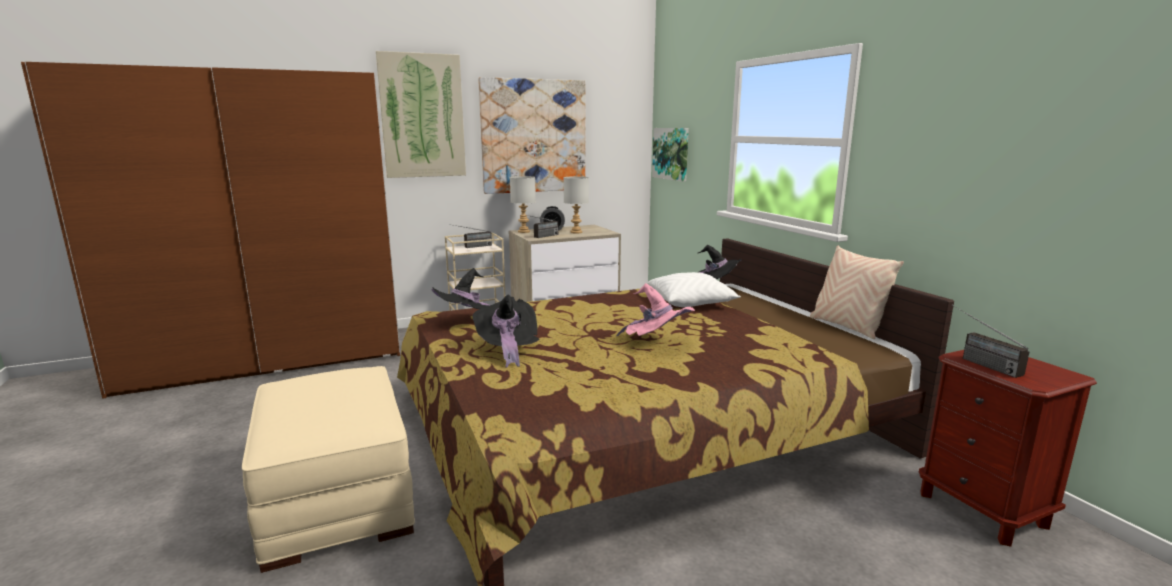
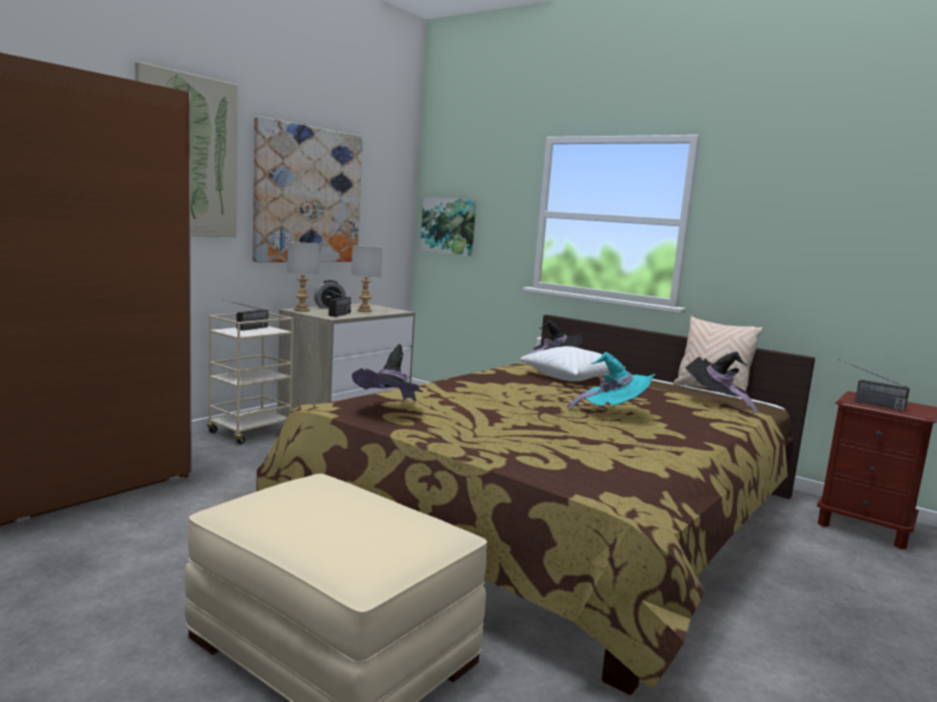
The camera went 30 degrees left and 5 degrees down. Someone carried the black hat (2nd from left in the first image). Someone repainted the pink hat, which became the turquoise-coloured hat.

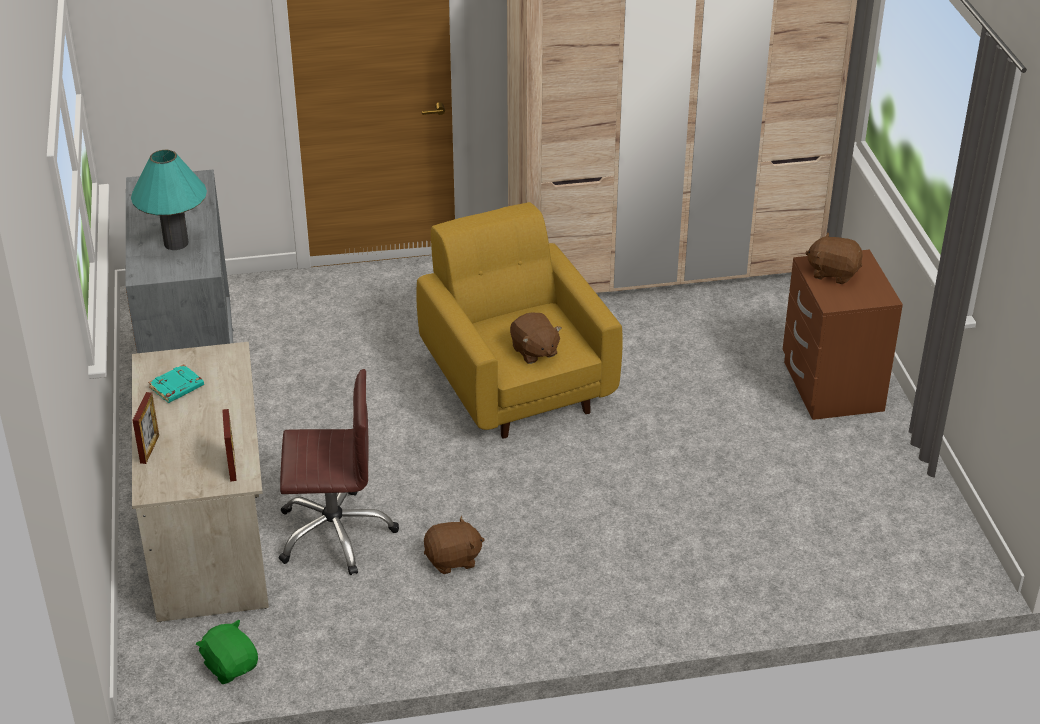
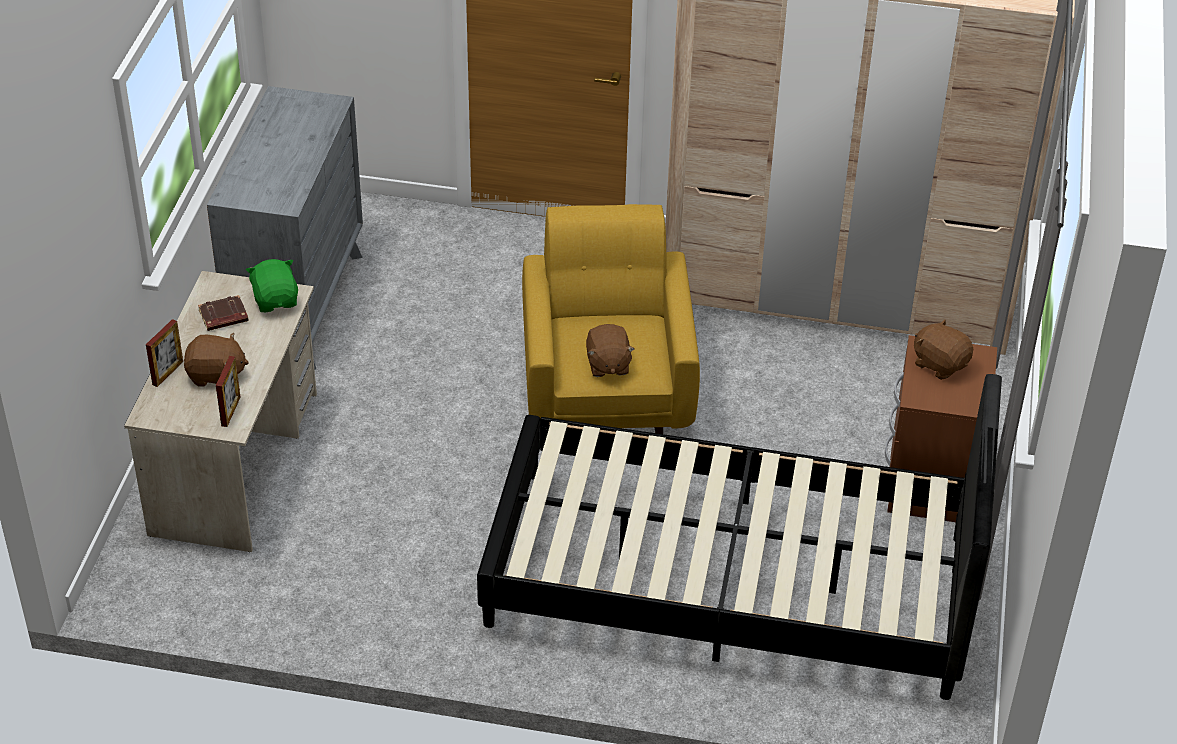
The camera went 20 degrees right and 5 degrees up. Someone took away the turquoise-coloured lamp for a table. Someone repainted the turquoise-coloured bound book, which became the brown-coloured bound book. Someone carried the green cuddly toy. Someone took away the brown-coloured desk chair. Someone carried the brown-coloured cuddly toy (1st from left). Someone put down the black sleeping bed.

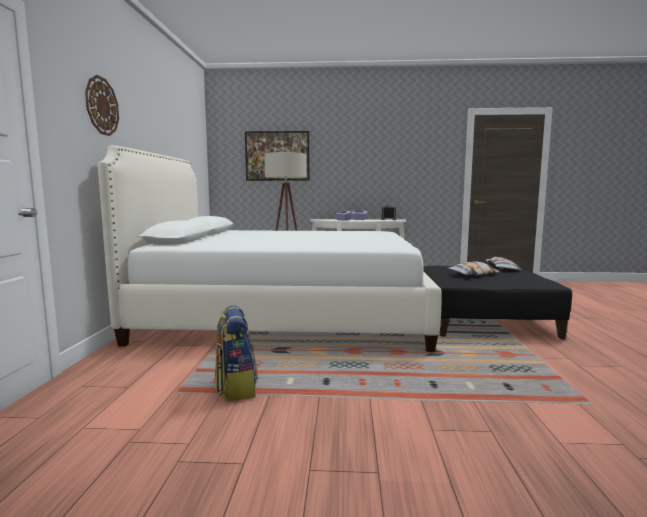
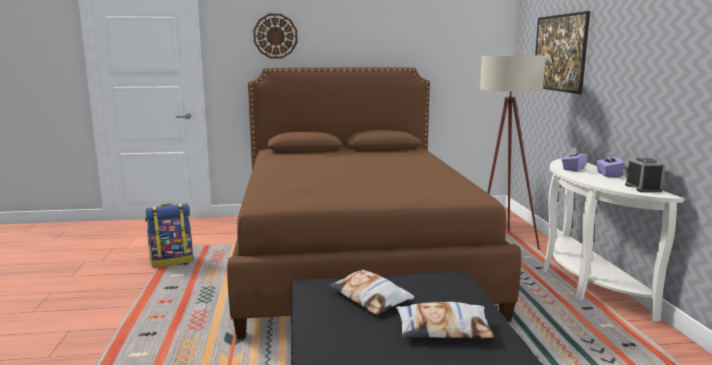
The camera went 80 degrees right and 5 degrees up. Someone repainted the white-coloured sleeping bed, which became the brown-coloured sleeping bed.

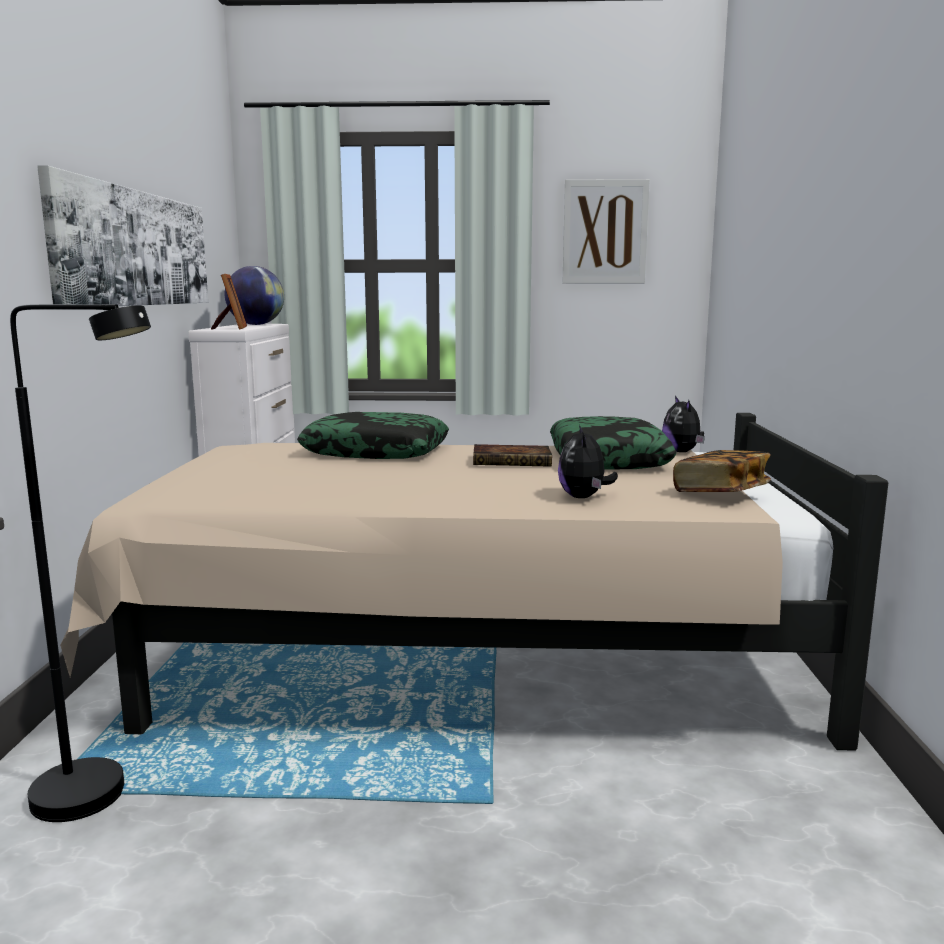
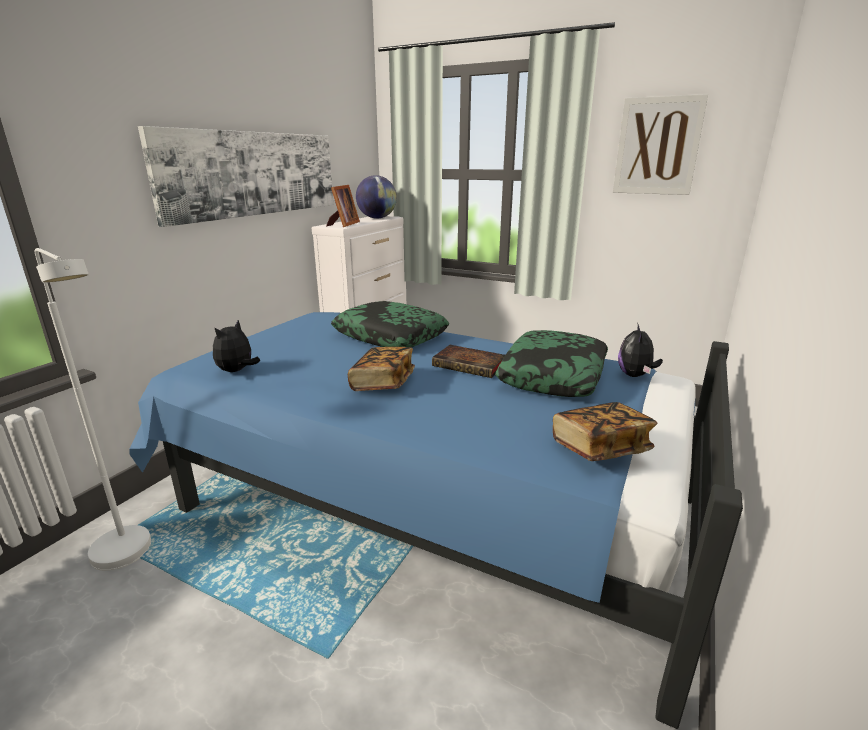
The camera went 25 degrees right and 10 degrees up. Someone repainted the black standing lamp, which became the white-coloured standing lamp. Someone repainted the sand-coloured sleeping bed, which became the bluish sleeping bed. Someone carried the cuddly toy (1st from left). Someone put down the bound book (1st from left).

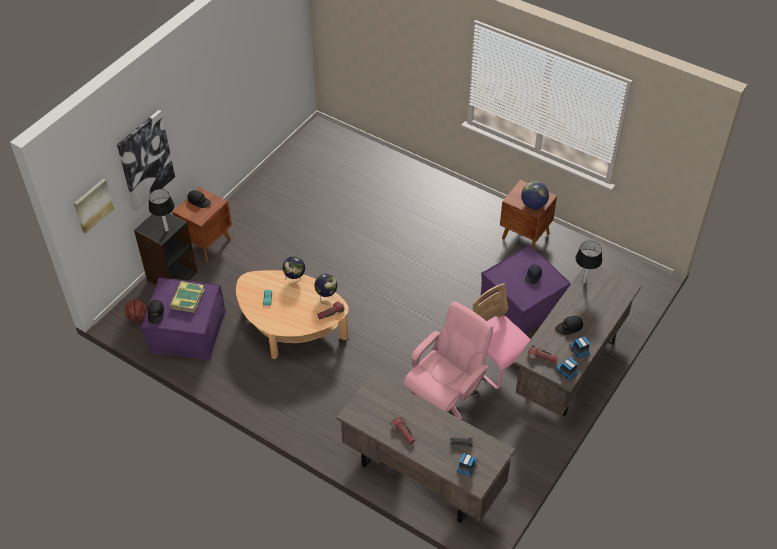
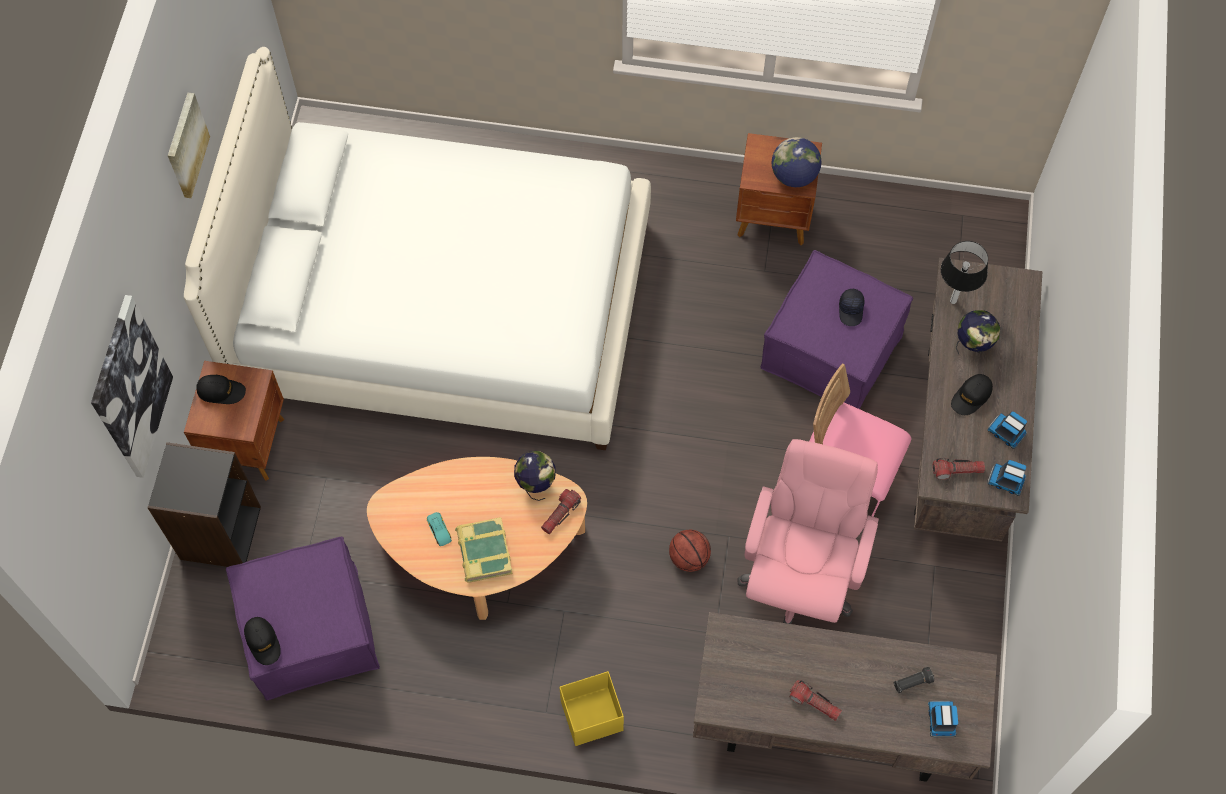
The camera went 25 degrees left and 15 degrees up. Someone carried the wall art (1st from left in the first image). Someone carried the ball for basketball. Someone took away the lamp for a table (1st from left). Someone carried the bound book. Someone carried the desk globe (1st from left in the first image). Someone put down the white-coloured sleeping bed. Someone put down the yellow storage box.

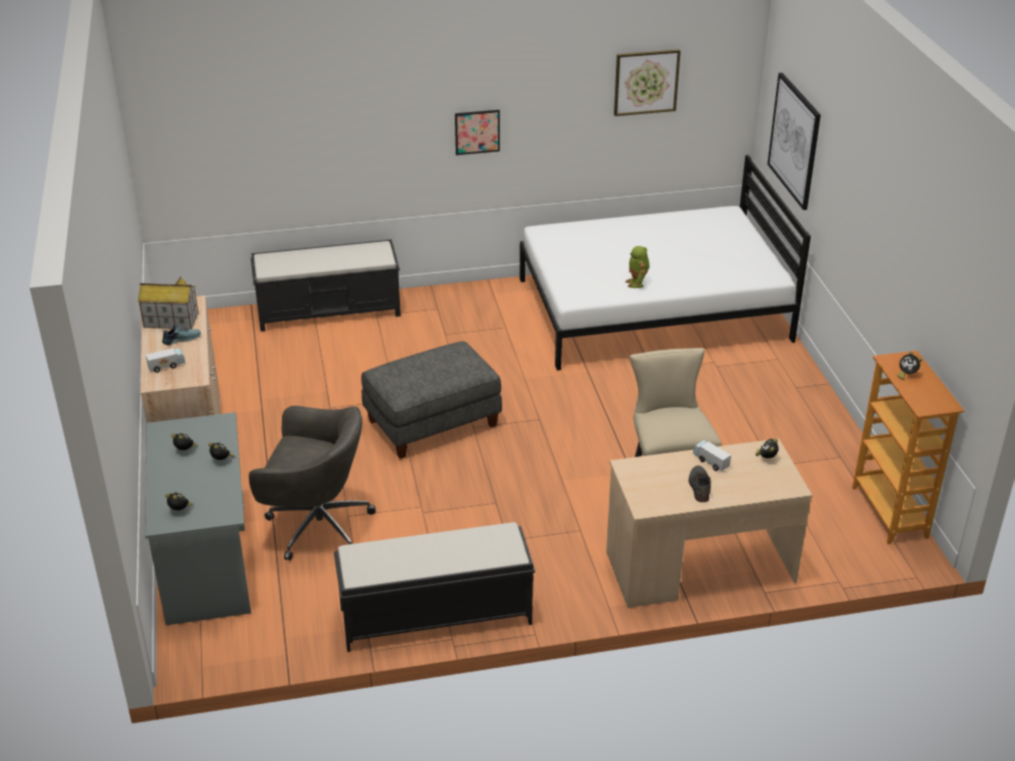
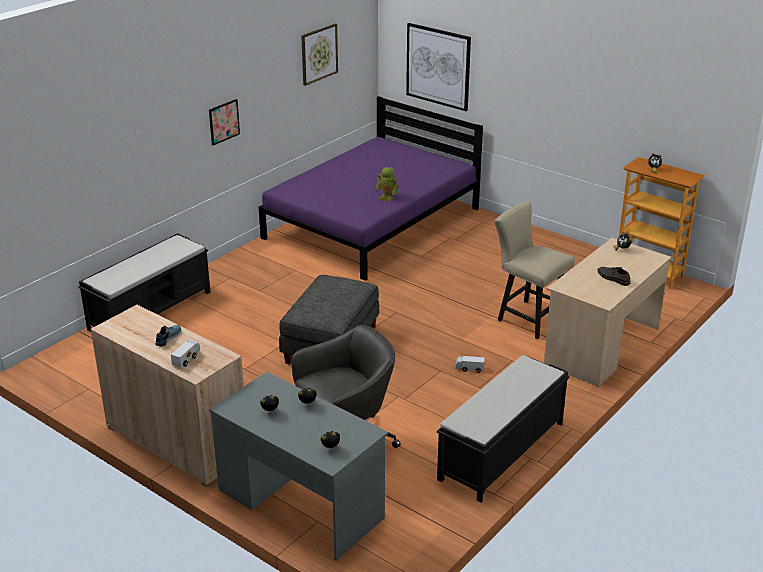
The camera went 40 degrees left and 5 degrees down. Someone took away the toy house. Someone repainted the white-coloured sleeping bed, which became the purplish sleeping bed. Someone carried the toy lorry (2nd from left).

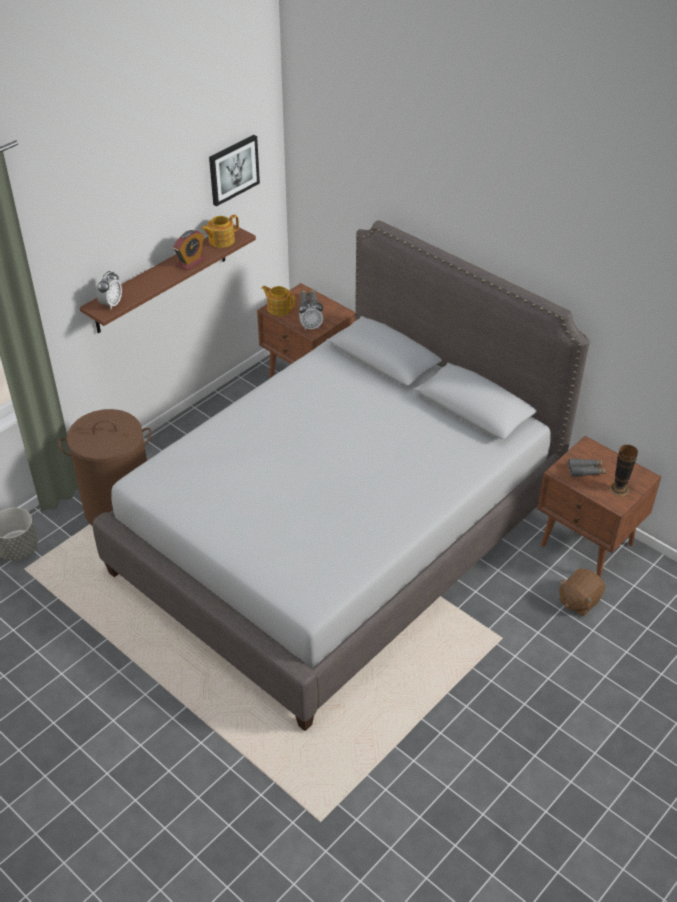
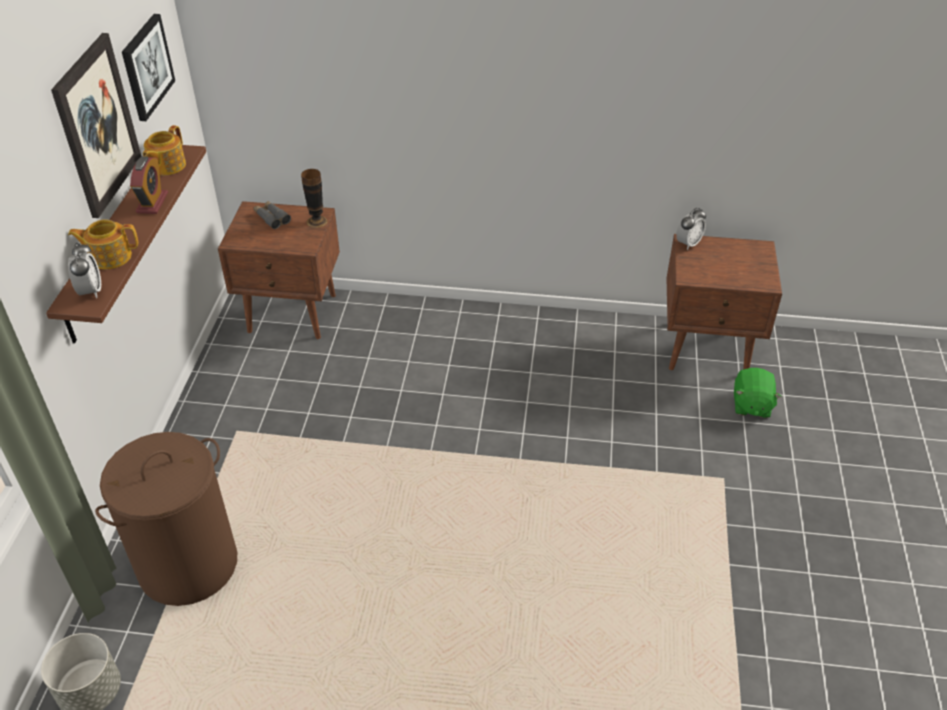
The camera went 35 degrees left and 0 degrees up. Someone took away the gray sleeping bed. Someone carried the tea pot (2nd from left in the first image). Someone carried the bedside clock (3rd from left). Someone repainted the brown-coloured cuddly toy, which became the green cuddly toy. Someone took away the gray field glasses (2nd from left). Someone carried the vase. Someone put up the wall art (1st from left).

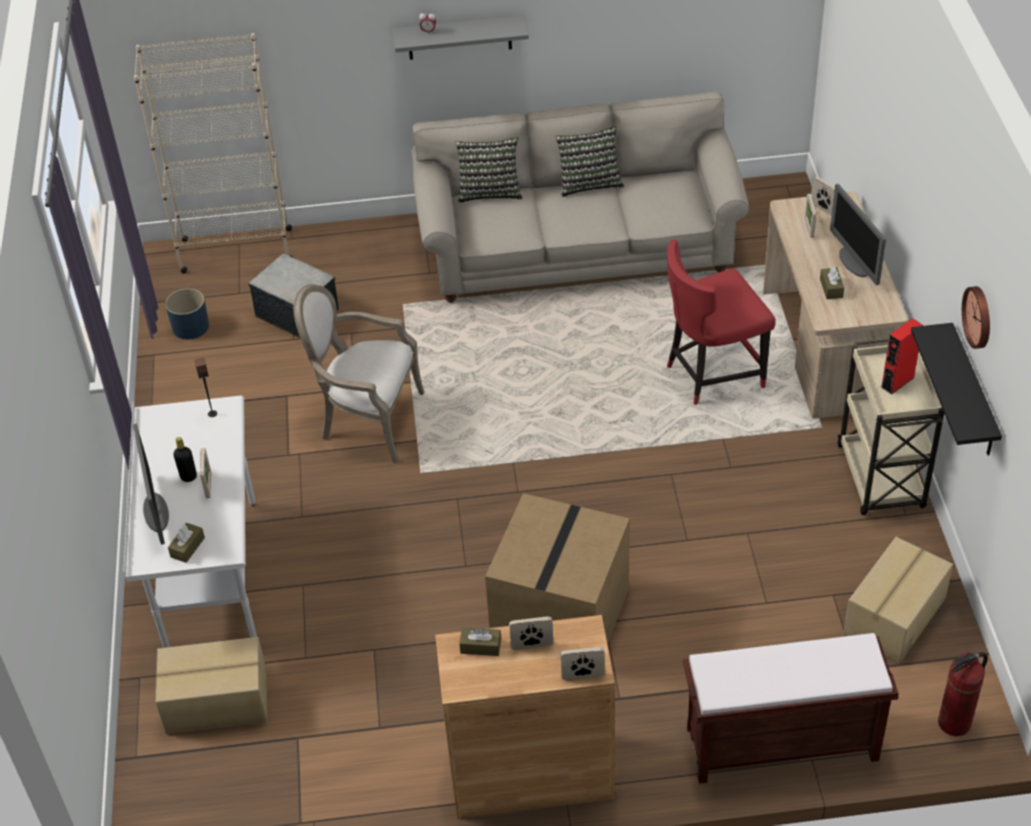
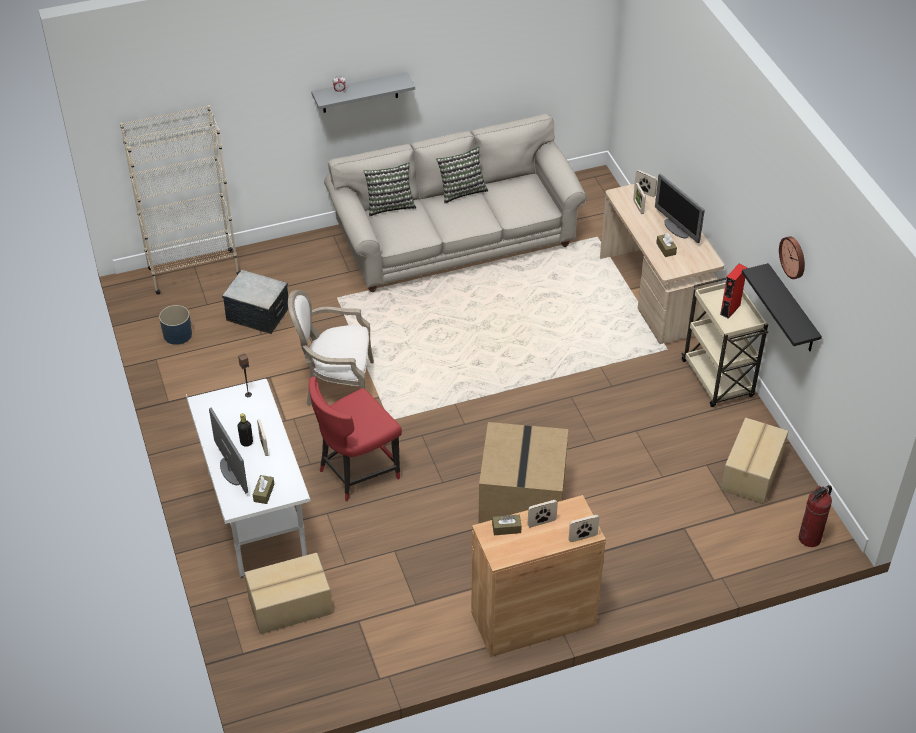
The camera went 15 degrees left and 0 degrees up. Someone carried the reddish plain chair. Someone took away the brown-coloured long seat.

